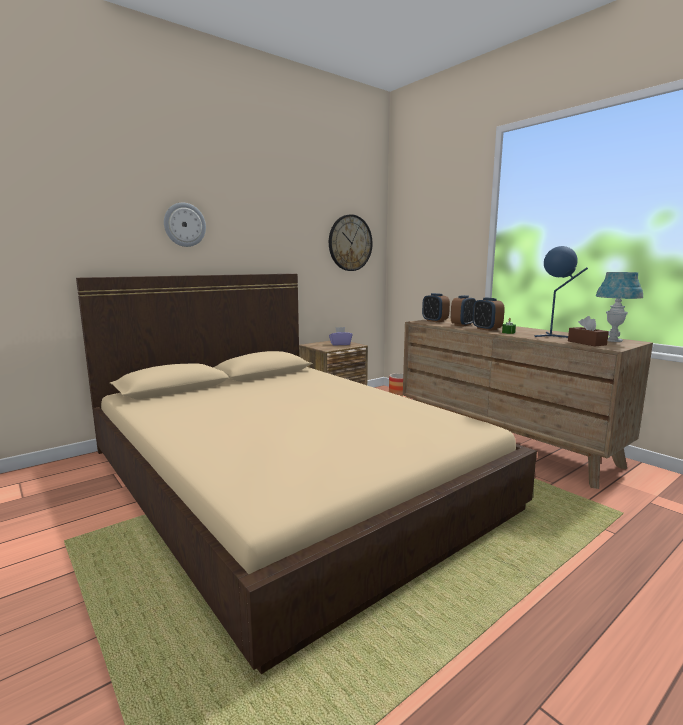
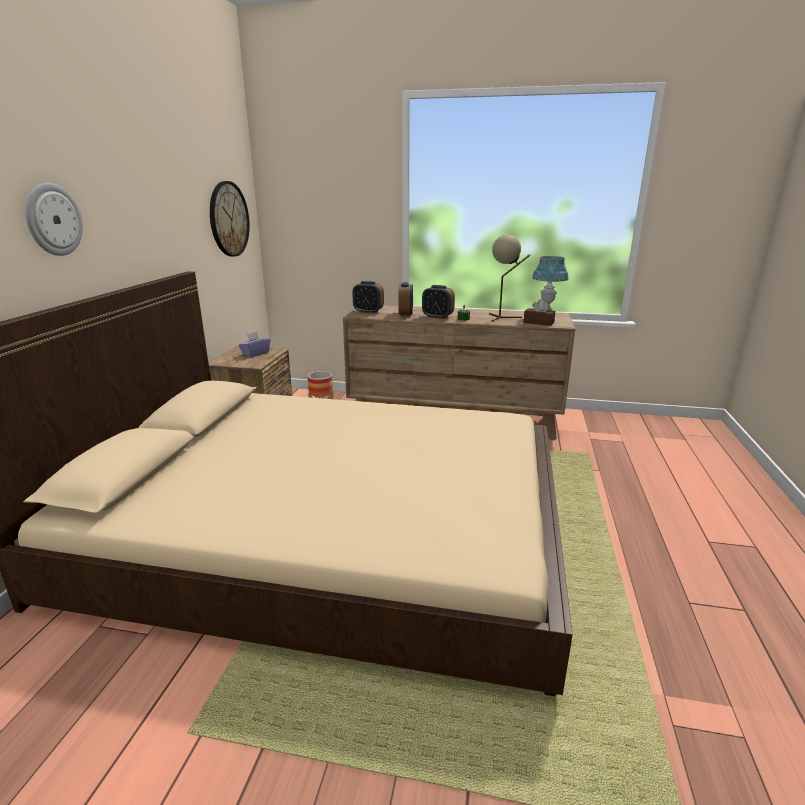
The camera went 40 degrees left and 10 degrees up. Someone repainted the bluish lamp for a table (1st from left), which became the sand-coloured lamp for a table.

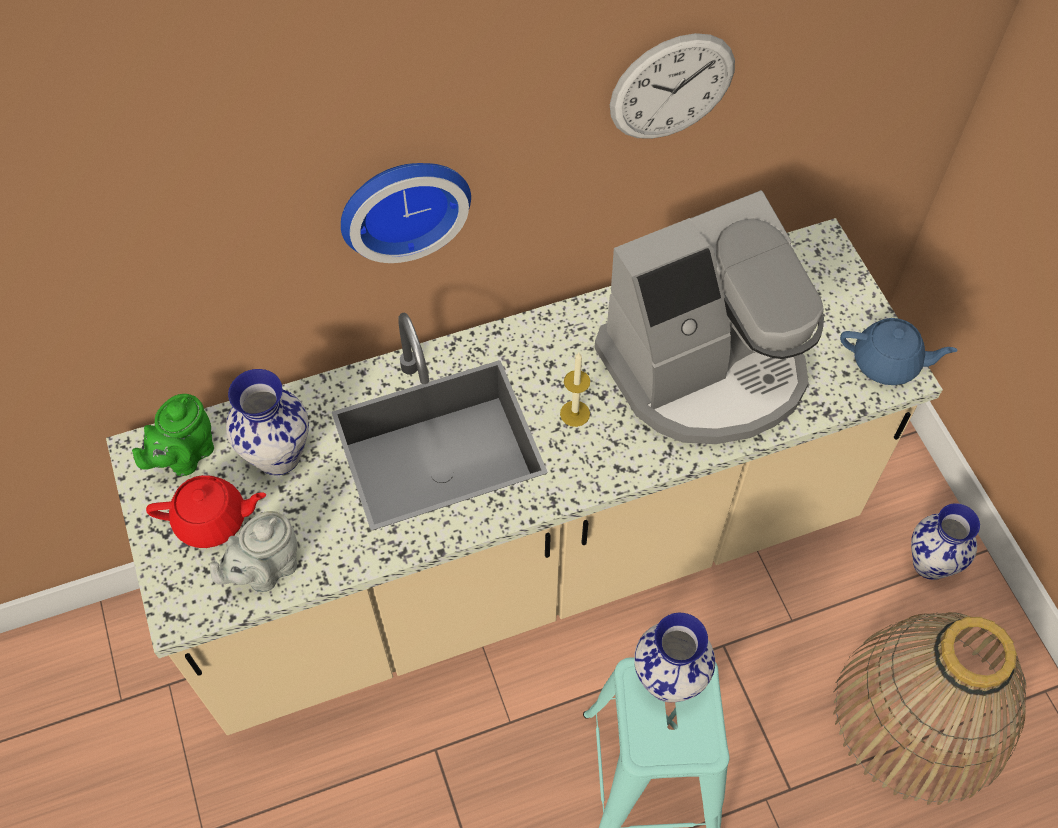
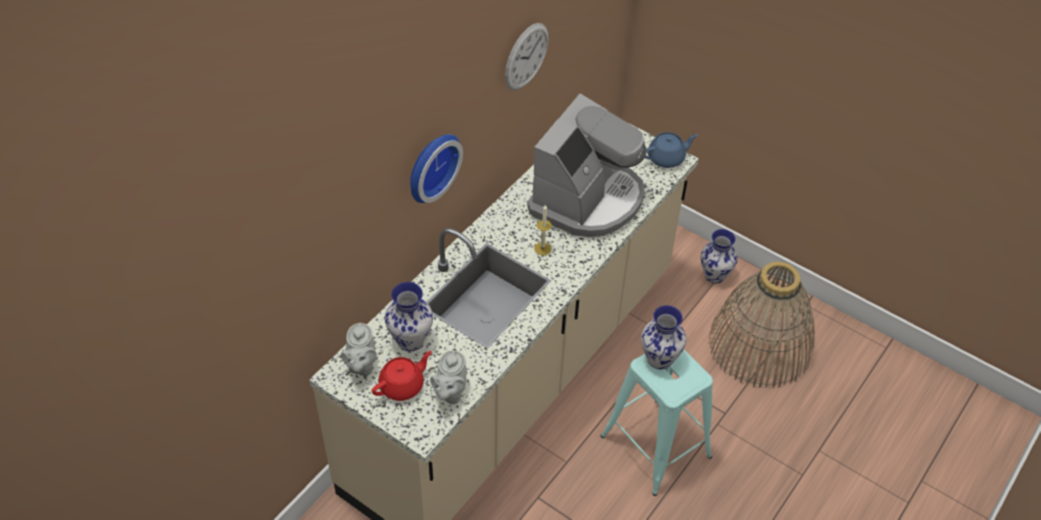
The camera went 35 degrees left and 10 degrees down. Someone repainted the green tea pot, which became the gray tea pot (1st from left).

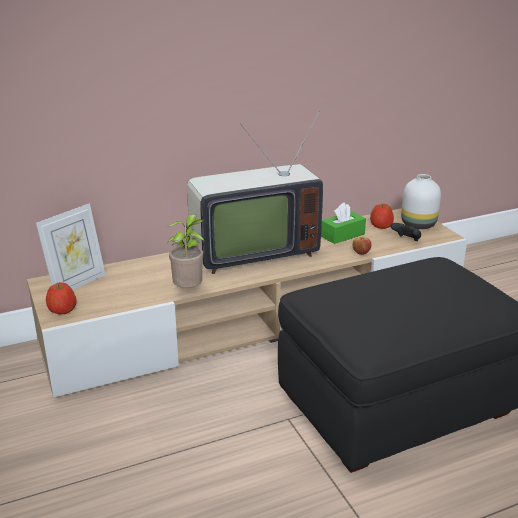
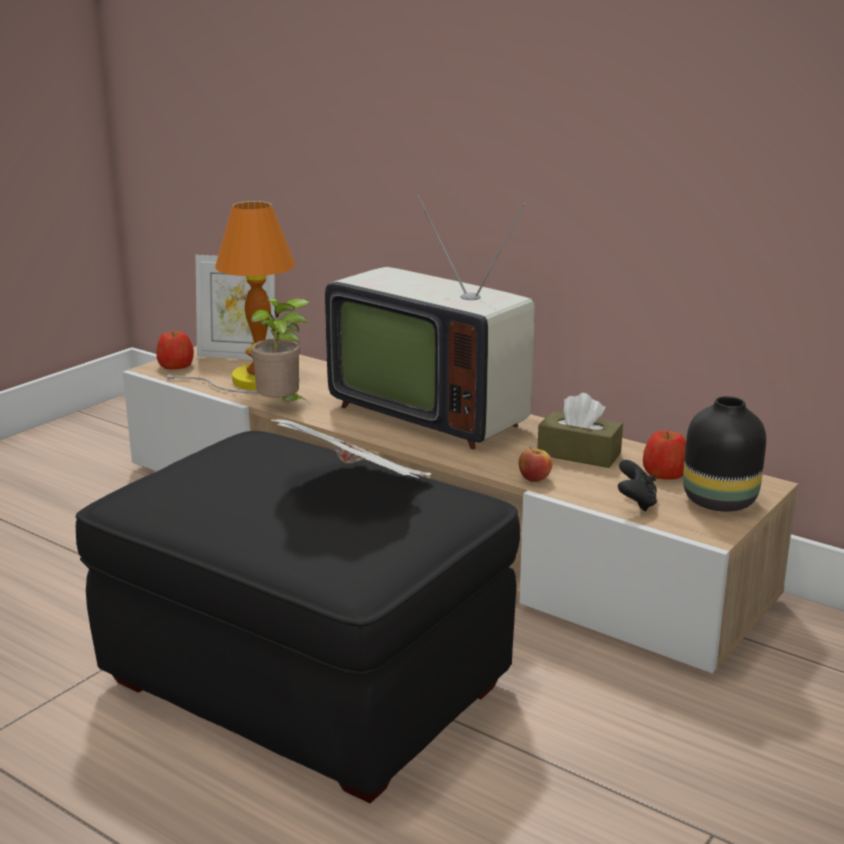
The camera went 60 degrees right and 5 degrees down. Someone repainted the green box of tissues, which became the brown-coloured box of tissues. Someone repainted the white-coloured vase, which became the black vase. Someone put down the lamp for a table. Someone put down the newspaper.

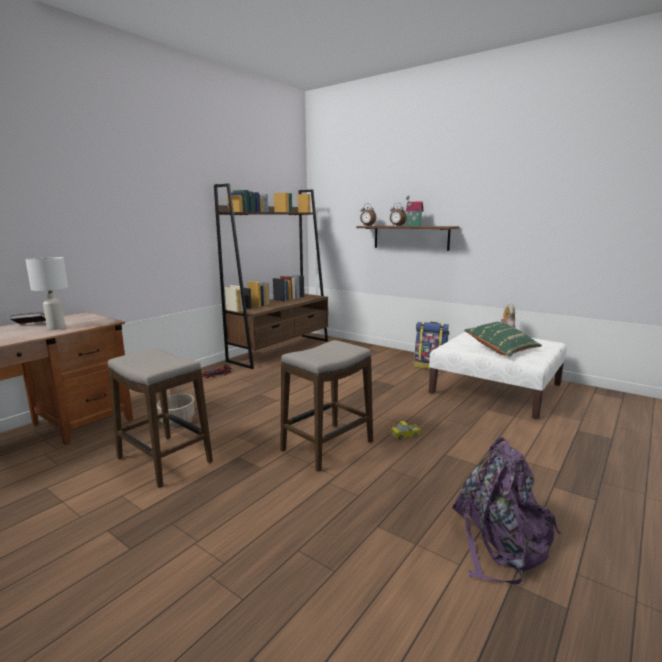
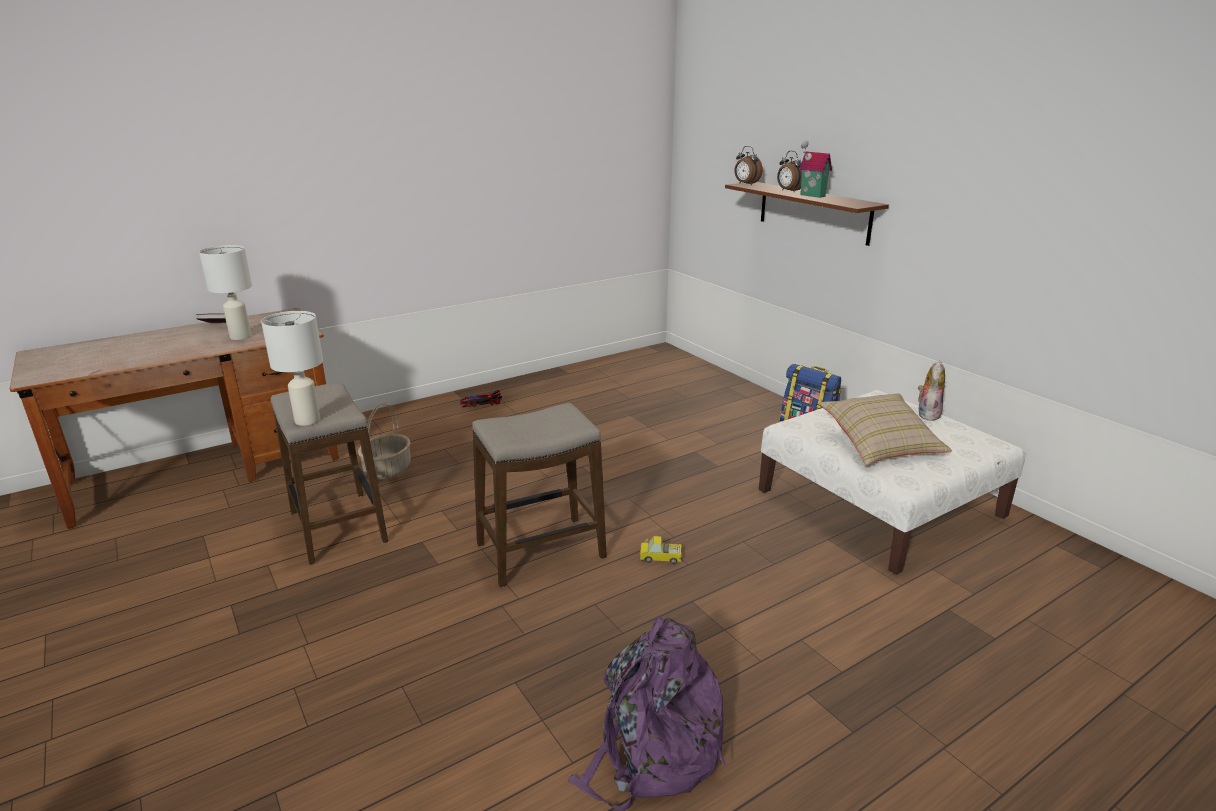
The camera went 20 degrees right and 10 degrees up. Someone took away the brown-coloured bookshelf. Someone repainted the green cushion, which became the sand-coloured cushion. Someone put down the white-coloured lamp for a table (2nd from left).

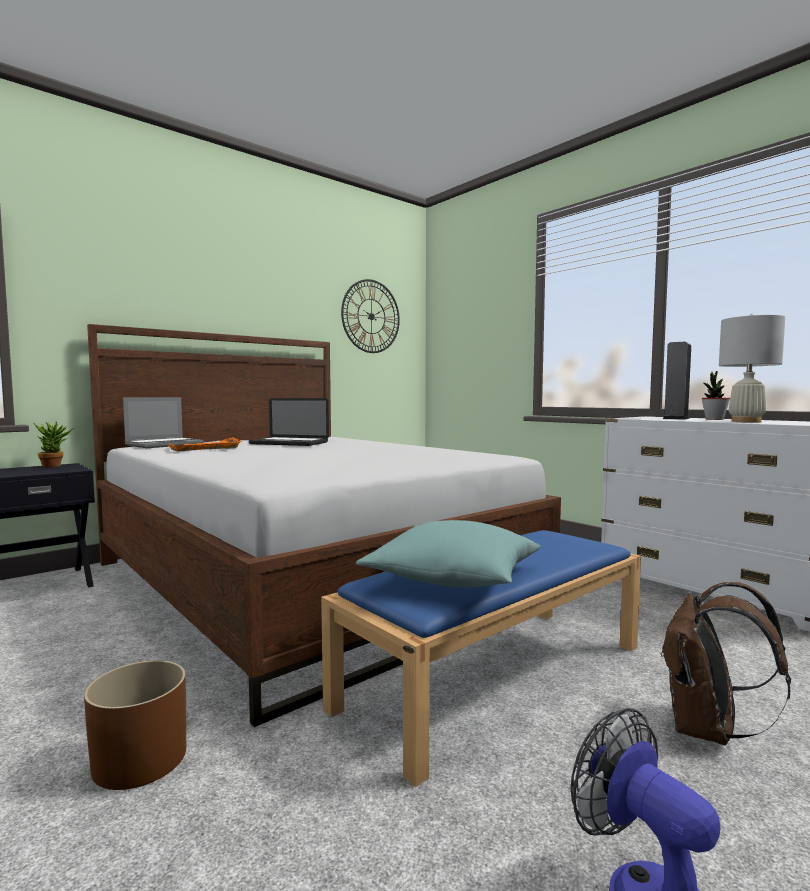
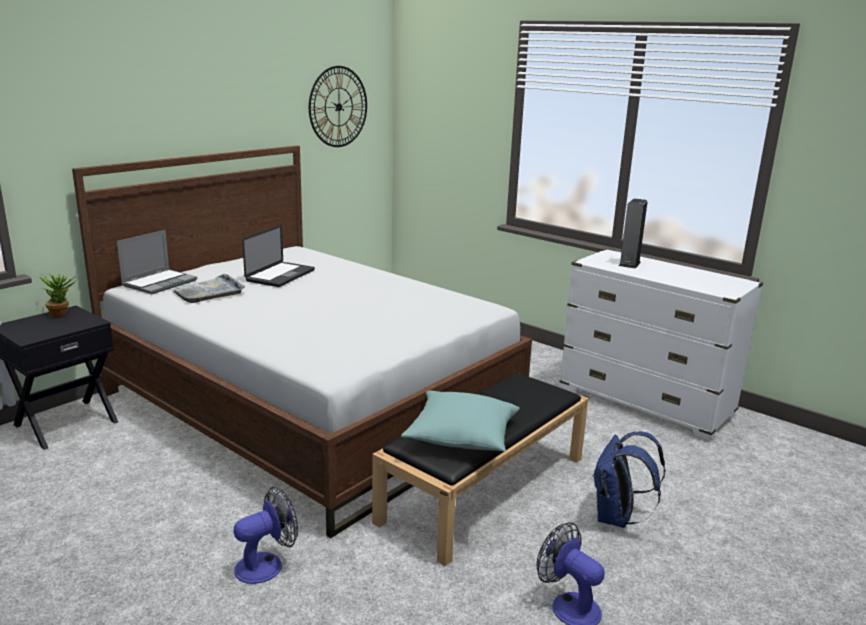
The camera went 10 degrees left and 15 degrees up. Someone swapped the brown-coloured plant pot for the electric fan (1st from left). Someone repainted the orange tray, which became the gray tray. Someone rotated the laptop (2nd from left) by 75 degrees counterclockwise. Someone repainted the bluish long seat, which became the black long seat. Someone repainted the brown-coloured backpack, which became the bluish backpack. Someone took away the houseplant (2nd from left). Someone took away the white-coloured lamp for a table.

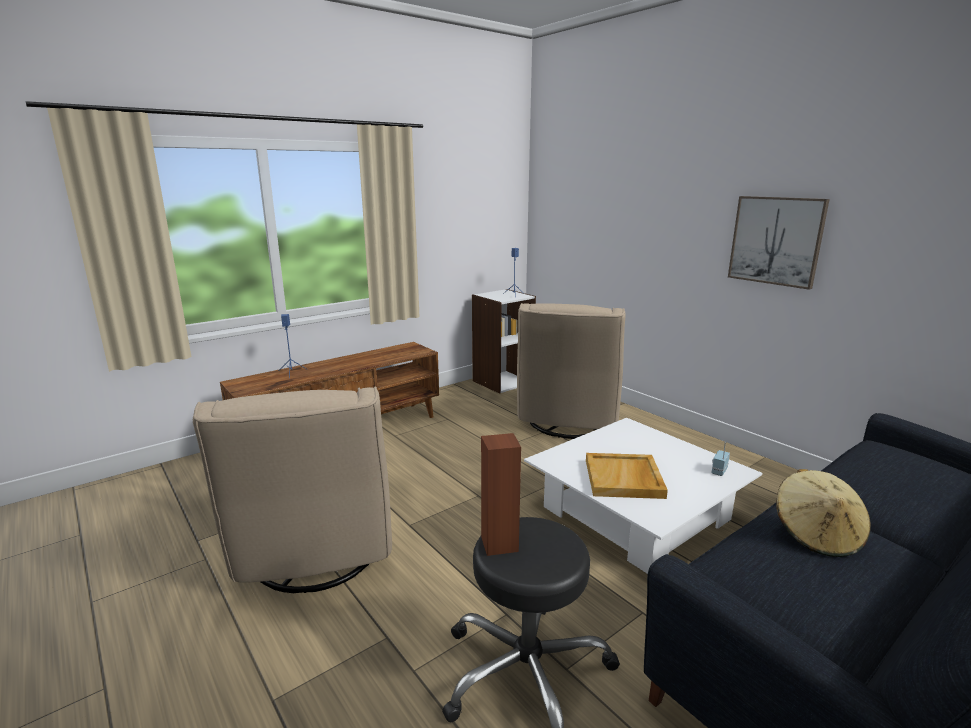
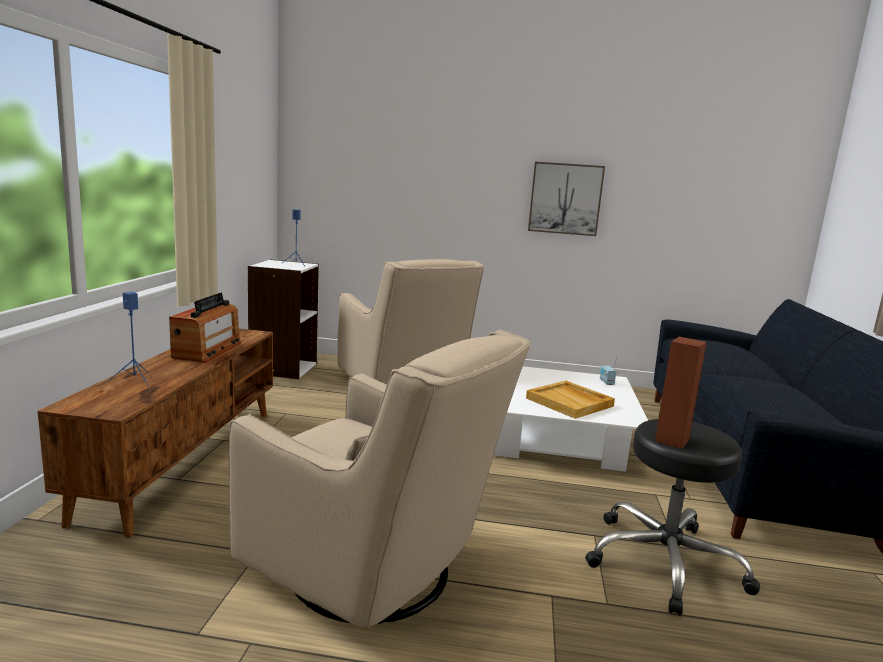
The camera went 45 degrees left and 5 degrees down. Someone took away the sand-coloured hat. Someone put down the radio (1st from left).

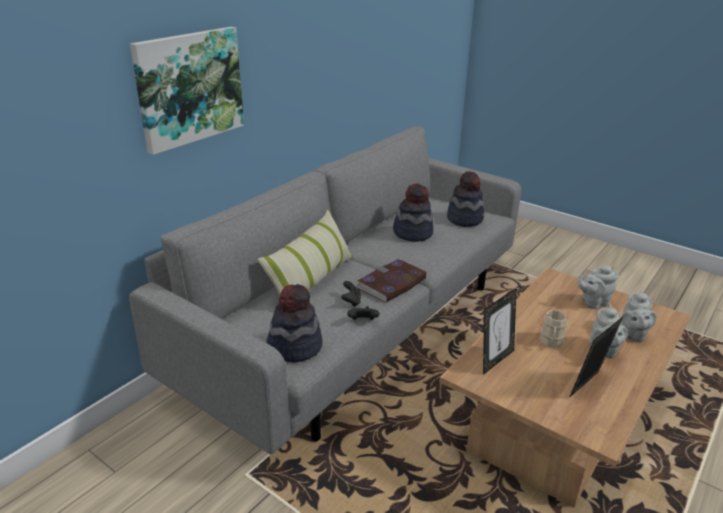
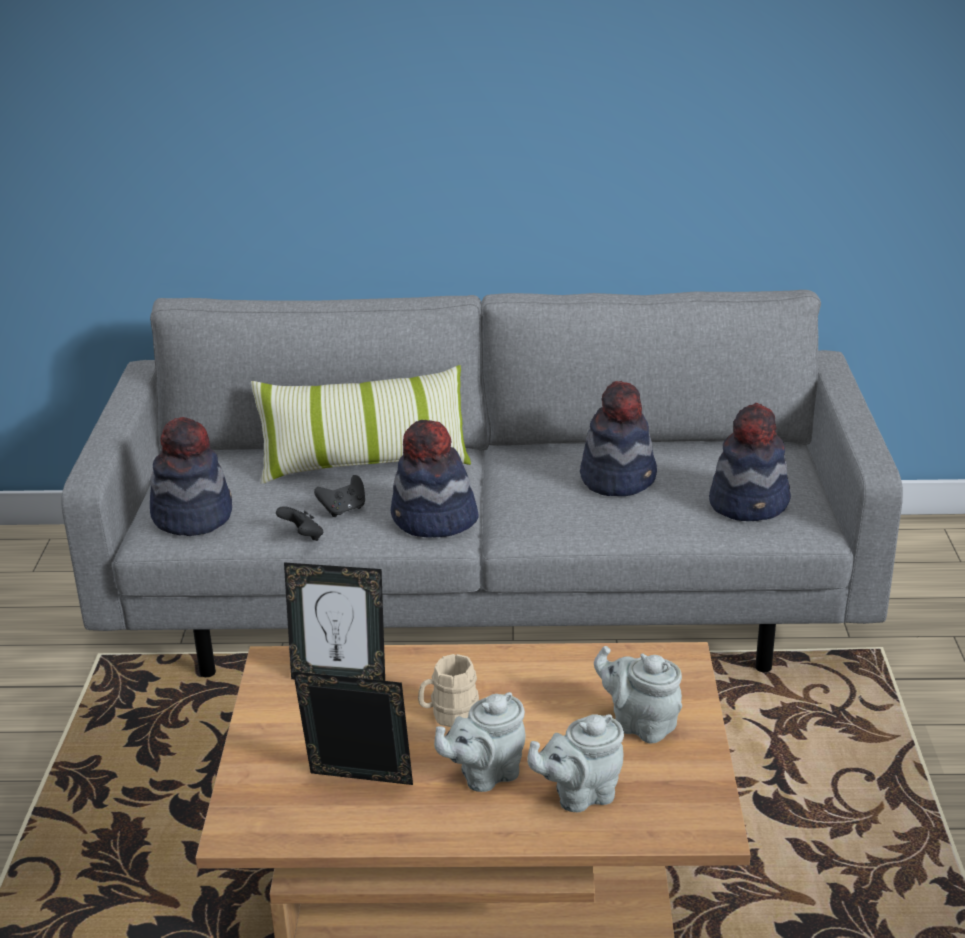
The camera went 55 degrees right and 0 degrees up. Someone took away the wall art. Someone swapped the bound book for the hat (2nd from left).

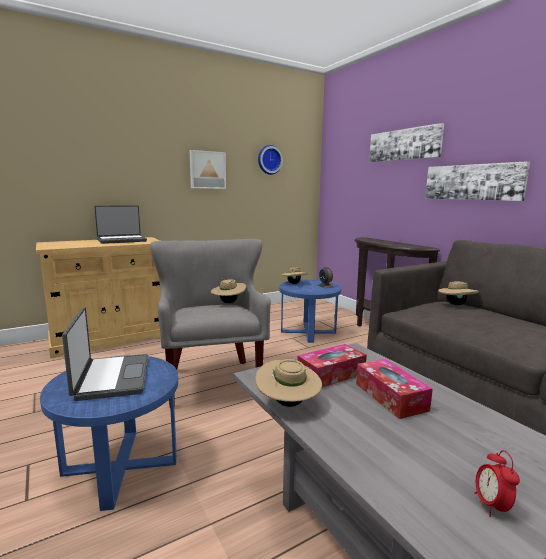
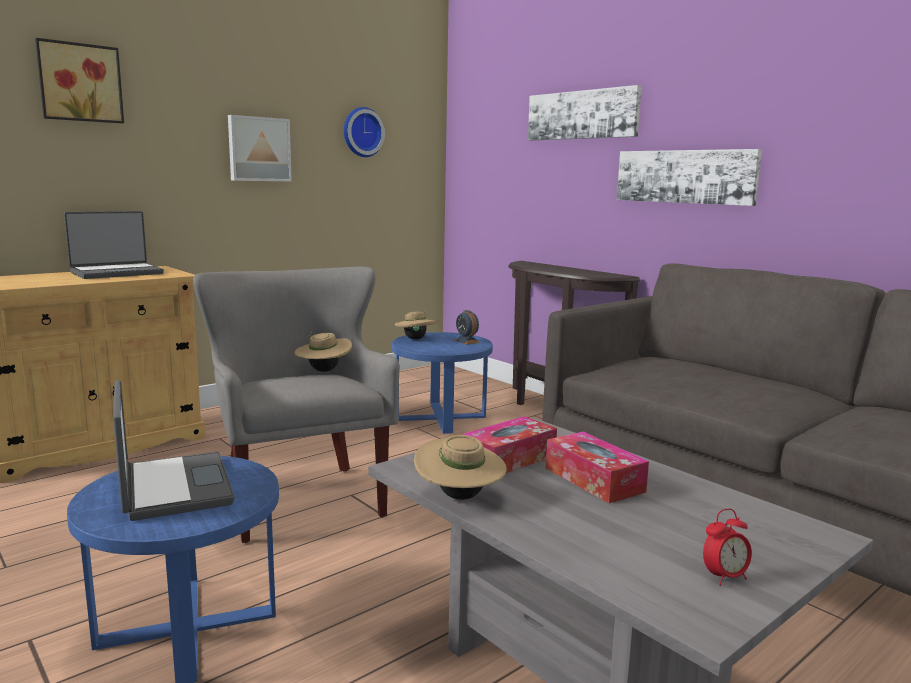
The camera went 10 degrees left and 0 degrees up. Someone took away the sand-coloured hat (4th from left). Someone rotated the bedside clock (2nd from left) by 105 degrees counterclockwise. Someone put up the wall art (1st from left).

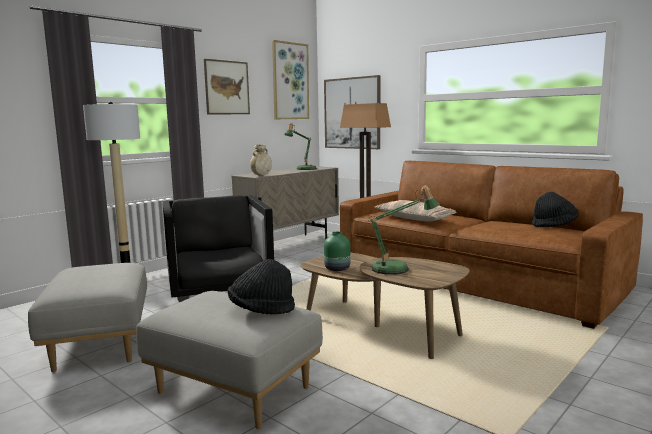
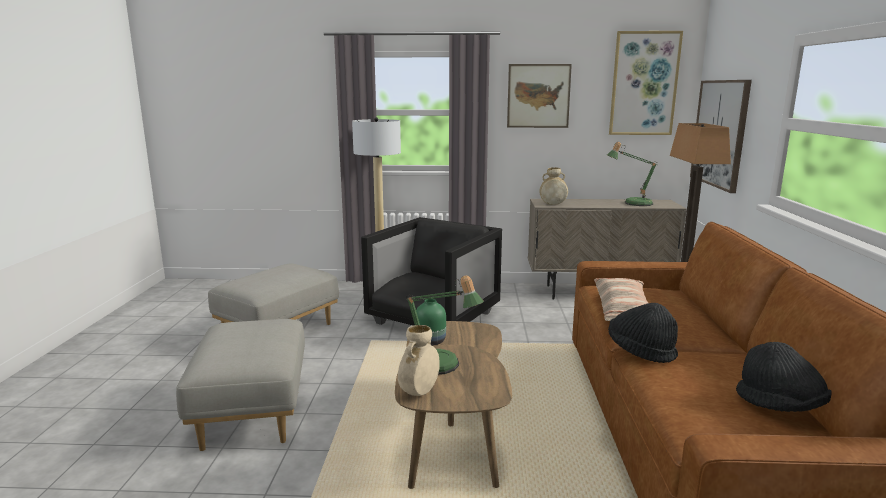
The camera went 50 degrees right and 5 degrees up. Someone carried the black hat (1st from left). Someone put down the sand-coloured vase (1st from left).

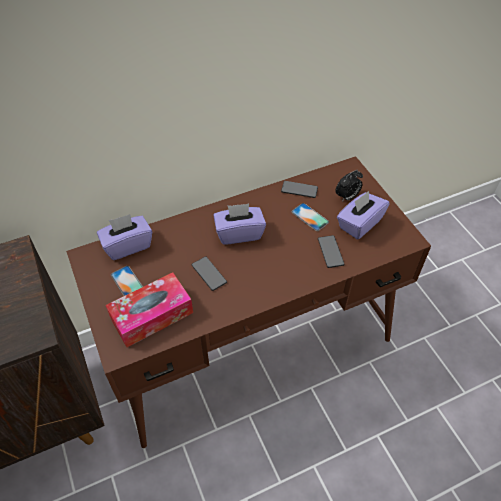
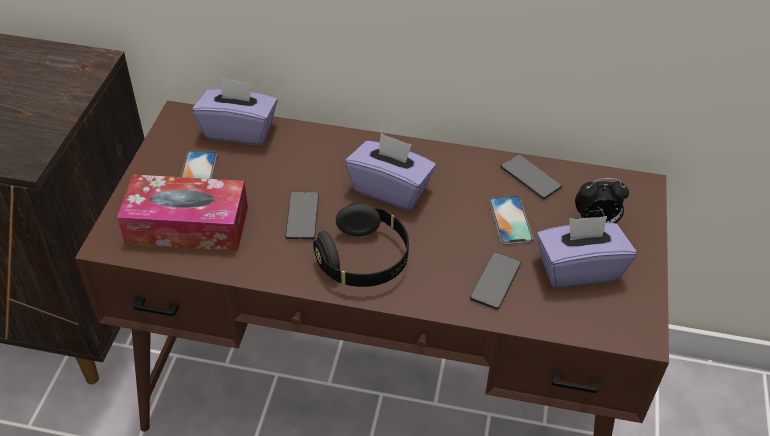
The camera went 35 degrees right and 5 degrees down. Someone put down the black pair of headphones.

